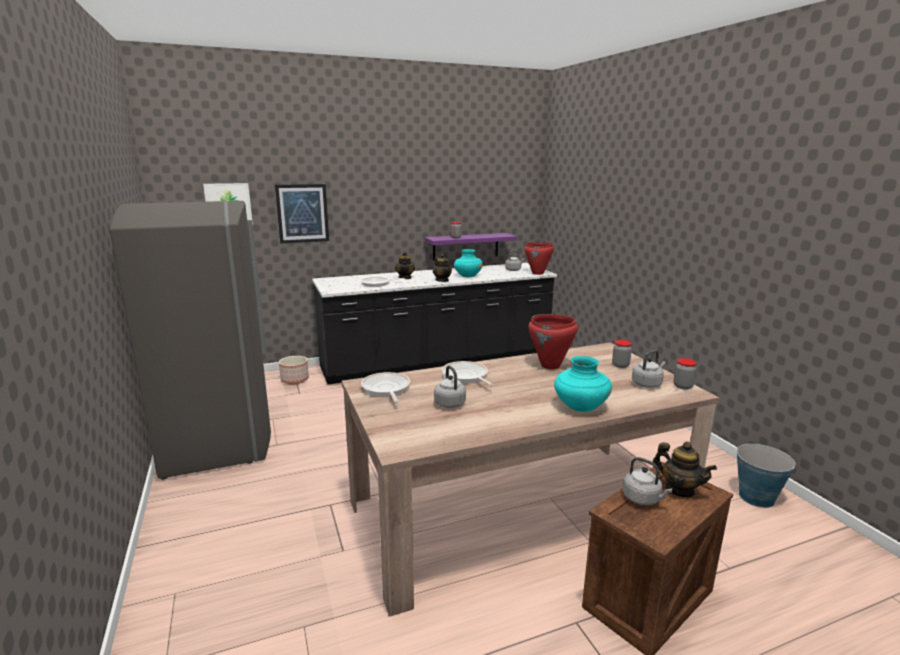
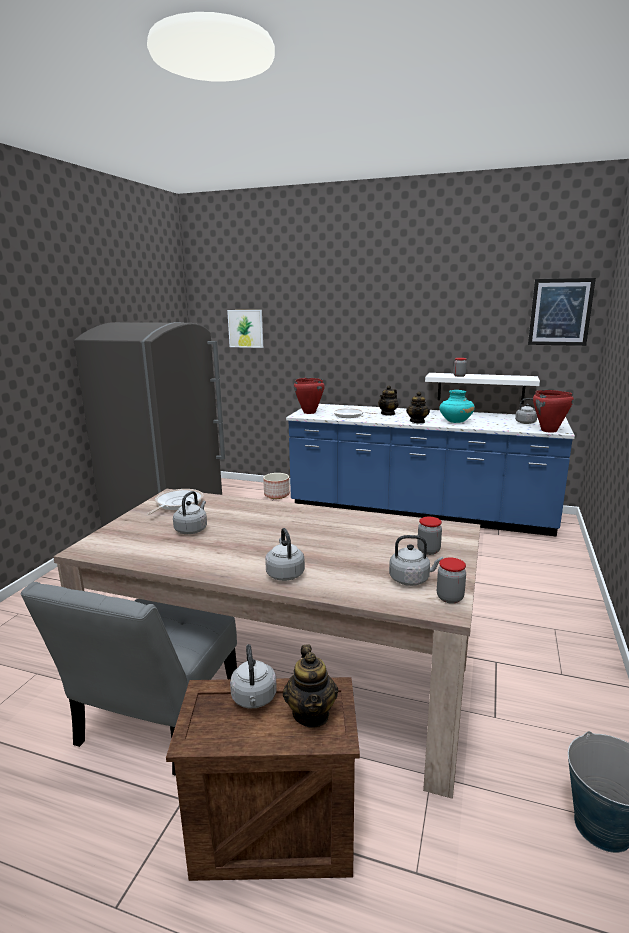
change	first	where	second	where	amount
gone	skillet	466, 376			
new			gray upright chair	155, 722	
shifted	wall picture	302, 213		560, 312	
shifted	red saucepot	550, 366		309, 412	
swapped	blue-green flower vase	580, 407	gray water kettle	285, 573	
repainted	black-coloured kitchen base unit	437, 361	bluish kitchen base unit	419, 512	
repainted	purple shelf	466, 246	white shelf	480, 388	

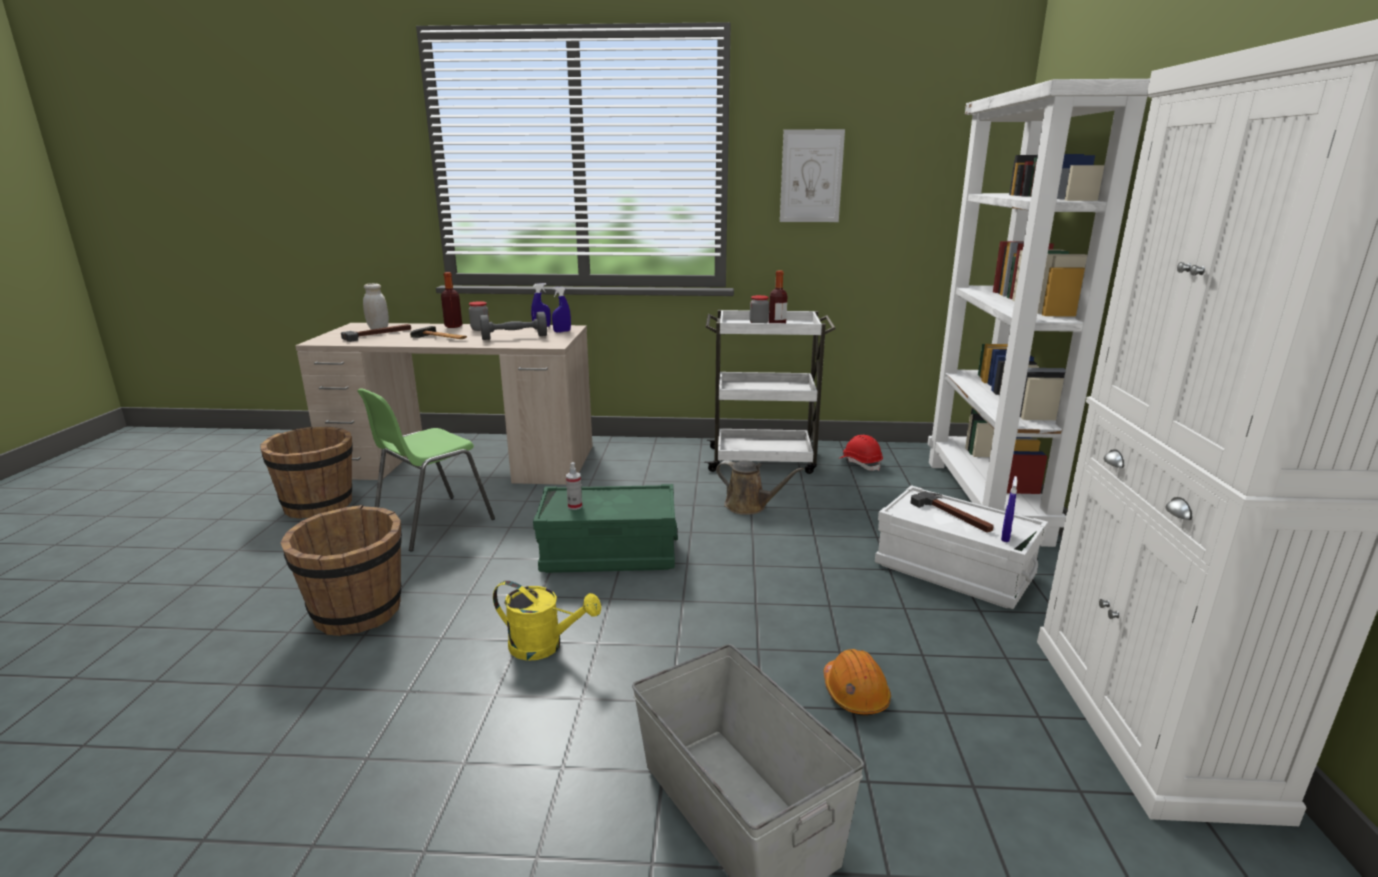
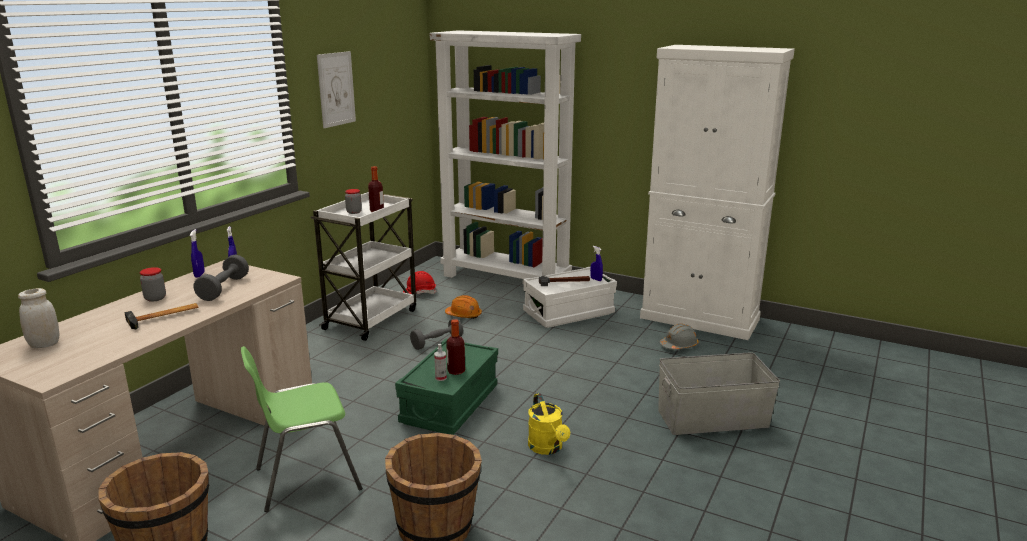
change	first	where	second	where	amount
gone	tool hammer	377, 334			
new			gray hard hat	679, 346	
shifted	bottle	453, 326		456, 371	
shifted	orange hard hat	855, 693		464, 315	
swapped	brownish watering pot	749, 506	gray free weight	437, 342	
rotated	green upright chair	432, 523		306, 478	90 degrees clockwise
rotated	yellow-coloured watering pot	544, 646		548, 448	120 degrees clockwise

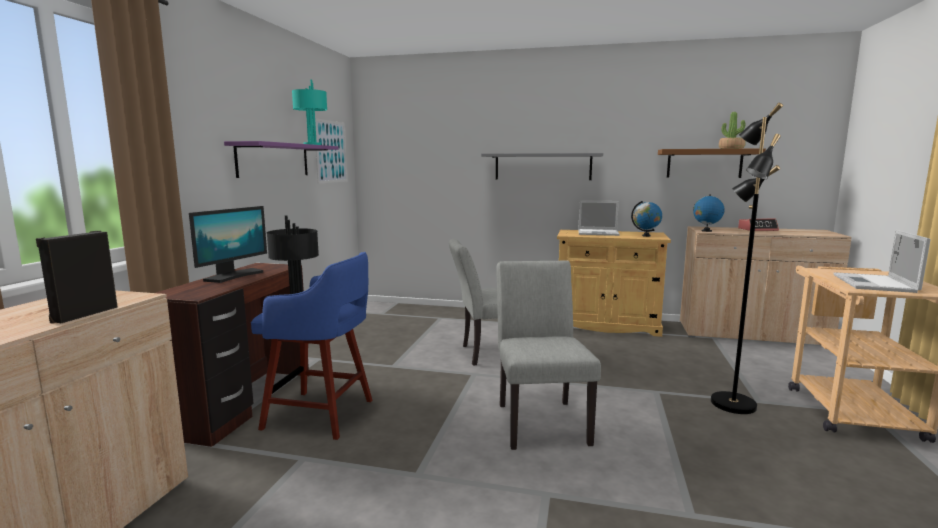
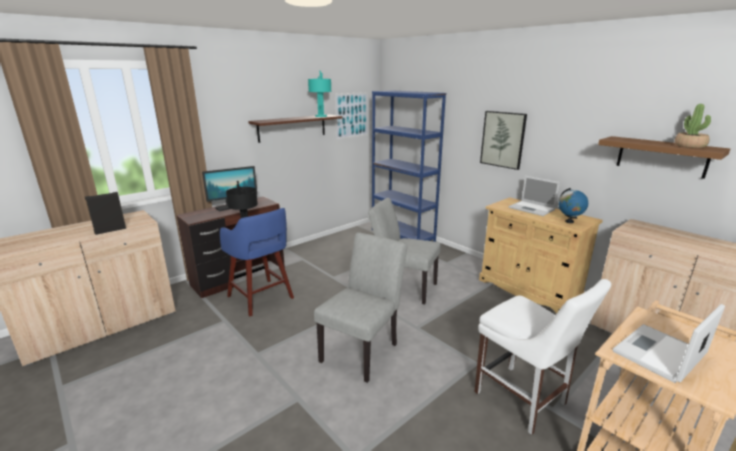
change	first	where	second	where	amount
gone	globe	706, 231			
gone	table clock	757, 229			
new			bluish bookcase	402, 236	
swapped	gray shelf	542, 166	wall picture	503, 139	
swapped	black-coloured standard lamp	731, 404	white upright chair	523, 400	
repainted	purple shelf	274, 160	brownish shelf	292, 128	

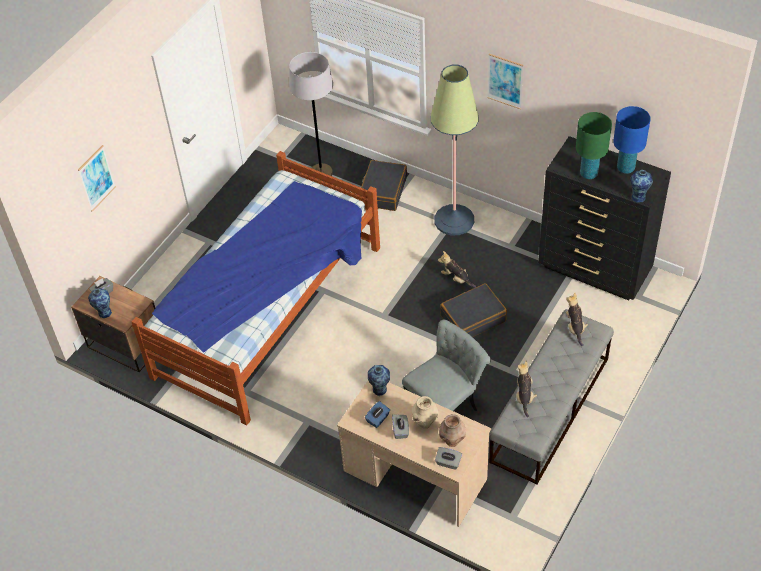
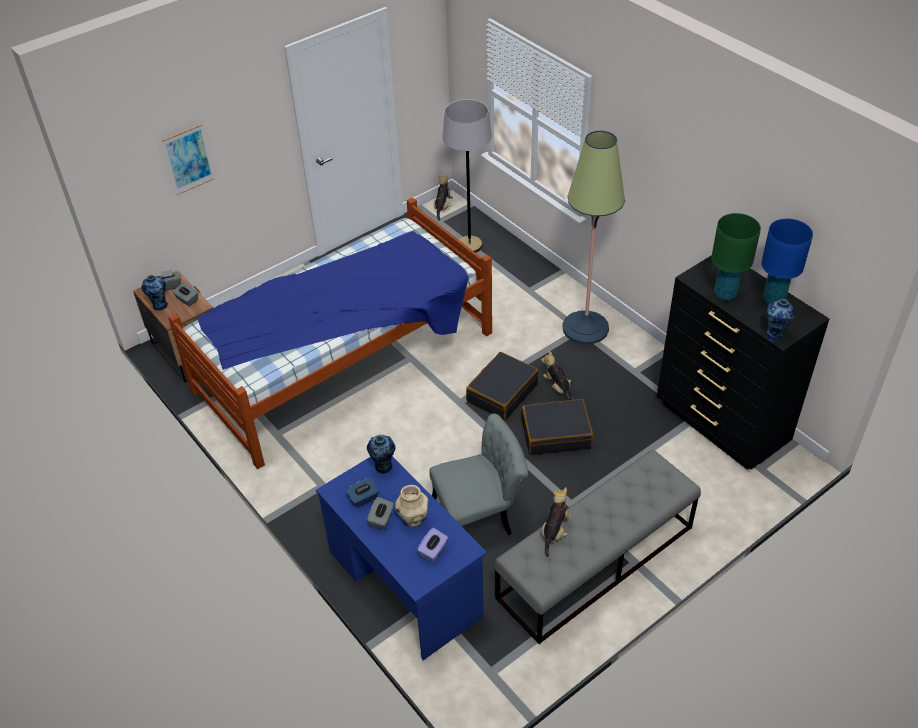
change	first	where	second	where	amount
gone	wall picture	505, 81			
shifted	black-coloured suitcase	383, 191		502, 393	
shifted	gray tissue box	448, 463		187, 300	
shifted	cuddly toy	575, 327		442, 207	
swapped	brownish flower vase	452, 441	purple tissue box	433, 551	
repainted	beige desk unit	415, 475	bluish desk unit	404, 583	

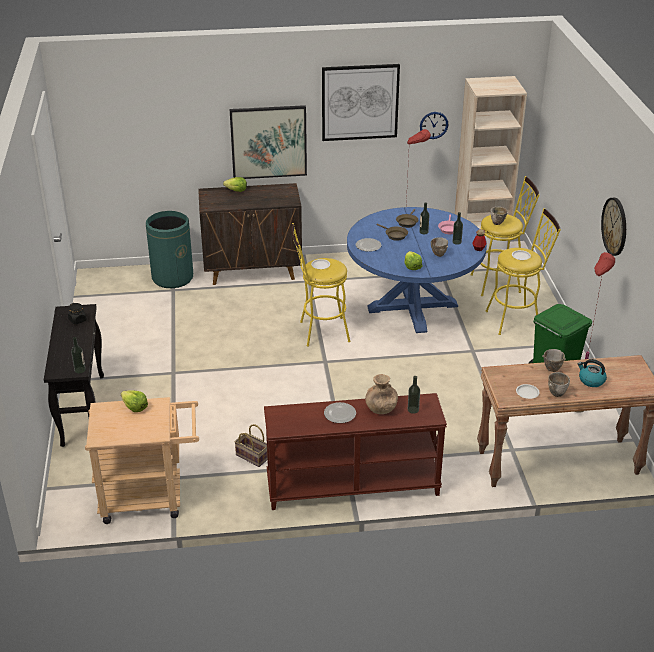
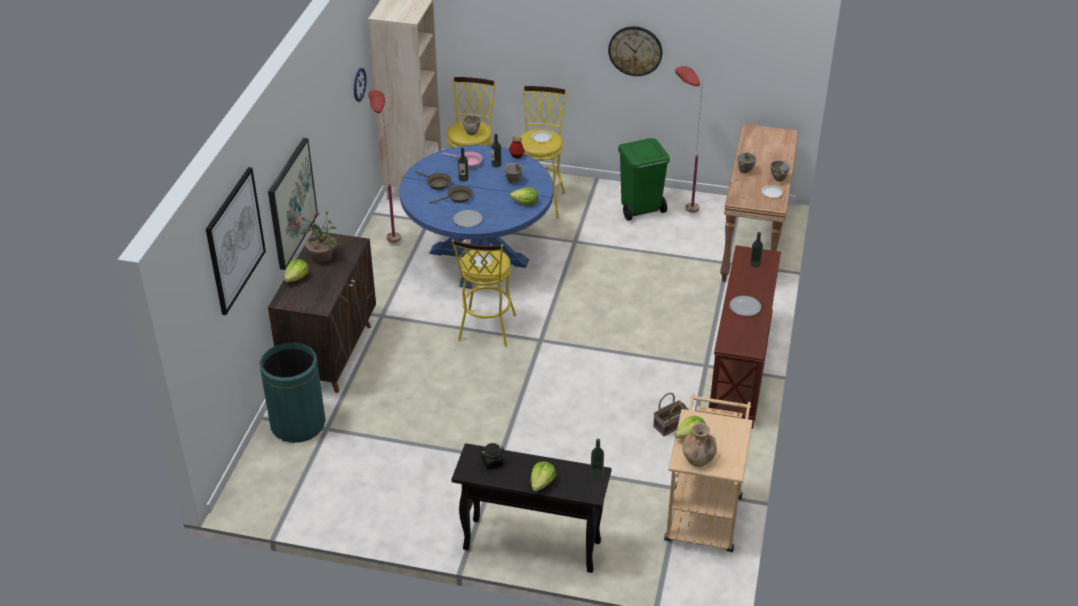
change	first	where	second	where	amount
gone	water kettle	591, 380			
new			plant in a pot	322, 256	
new			lettuce head	542, 483	
shifted	wall picture	360, 102		235, 240	
shifted	brownish flower vase	381, 409		698, 459	

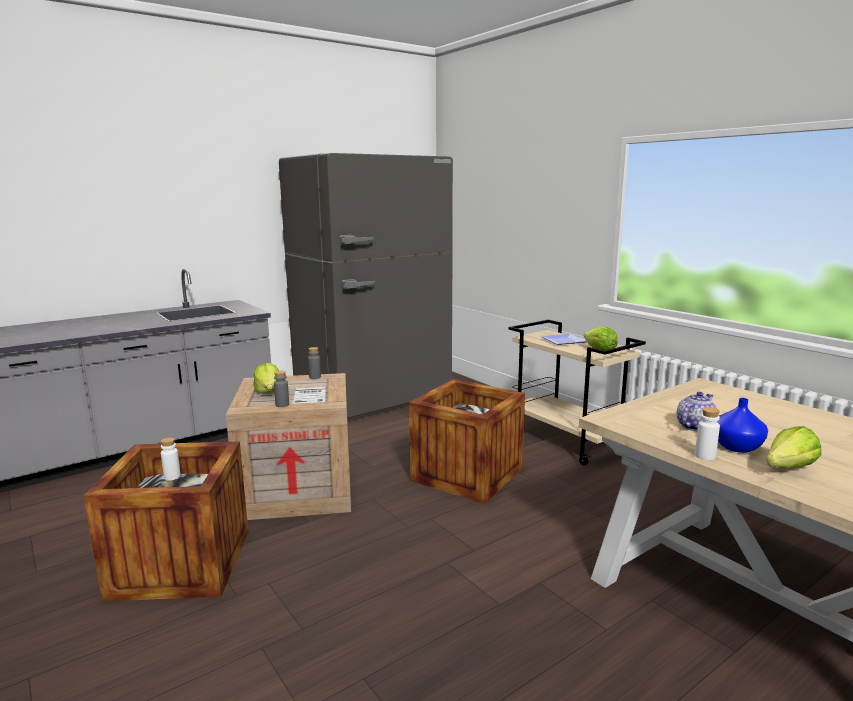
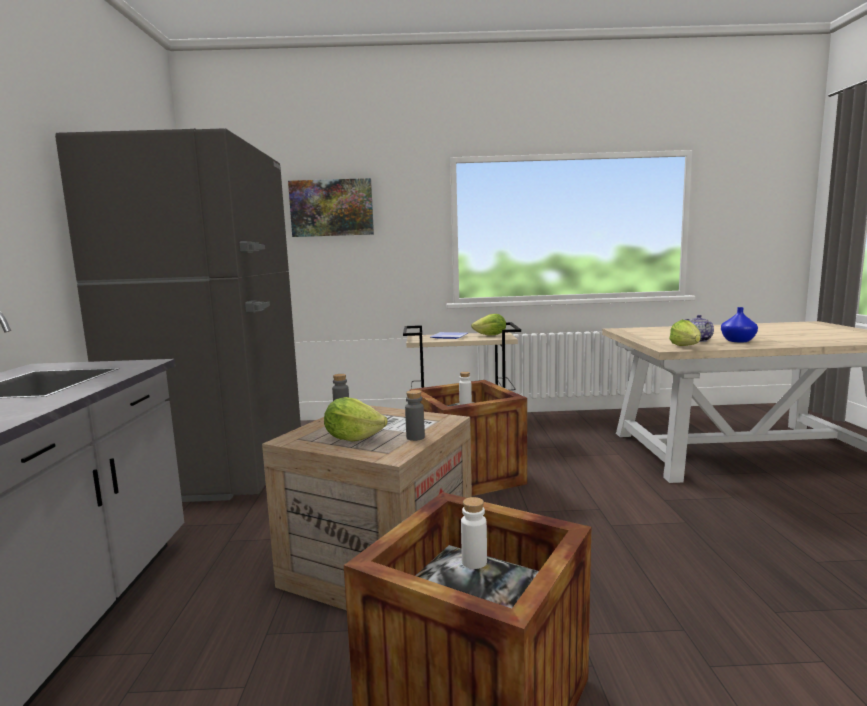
change	first	where	second	where	amount
new			wall picture	331, 208	
shifted	white bottle	705, 456		465, 403	
shifted	lettuce head	783, 470		687, 348	

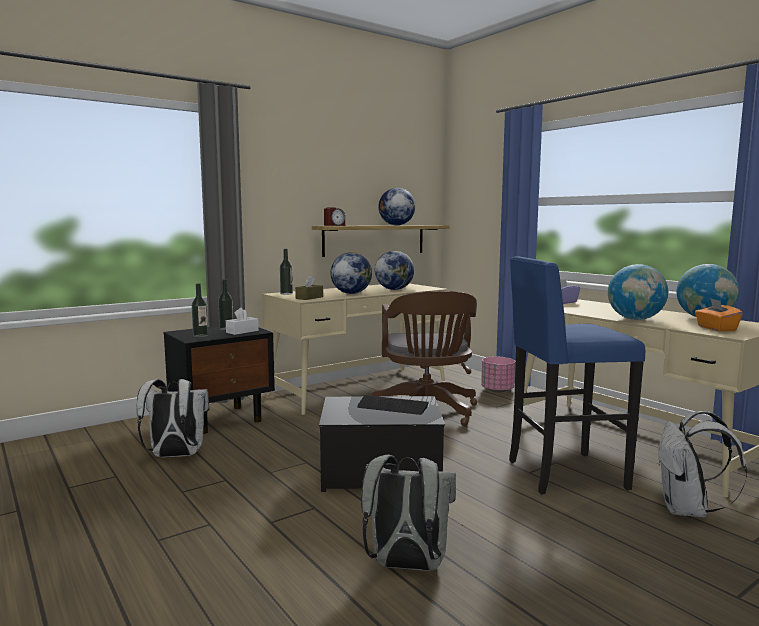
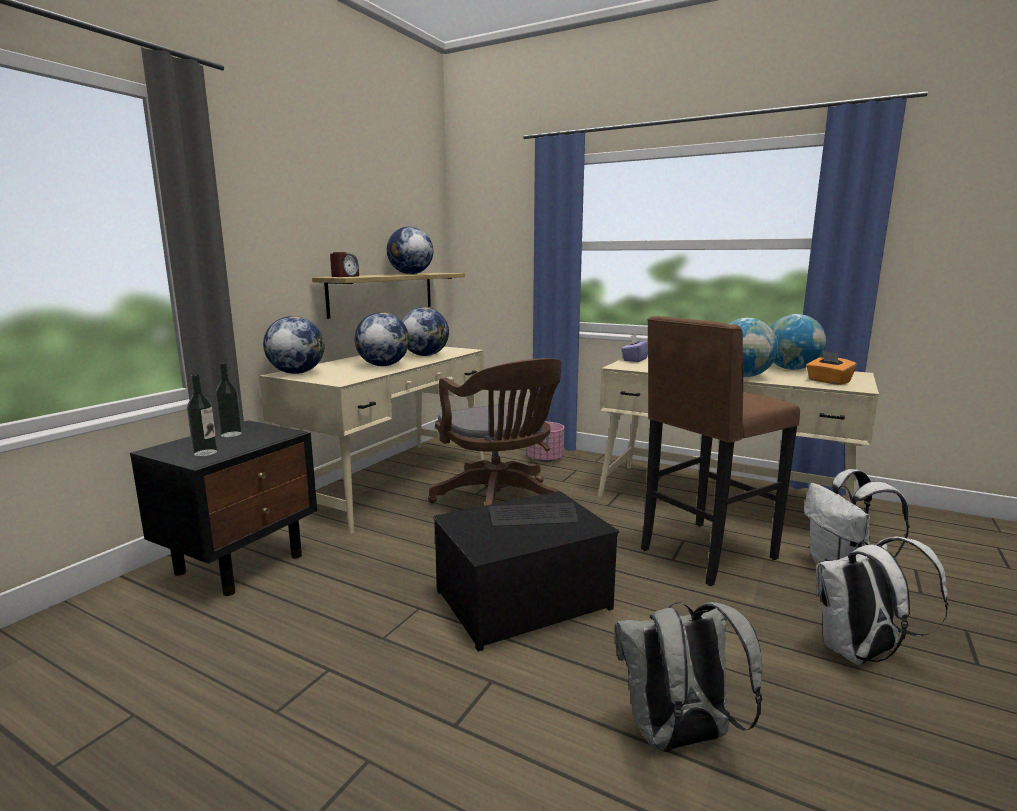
change	first	where	second	where	amount
gone	white tissue box	242, 331			
gone	brownish tissue box	309, 298			
shifted	white rucksack	175, 456		860, 654	
swapped	bottle	286, 293	globe	296, 373	
repainted	bluish stool	563, 474	brownish stool	704, 554	

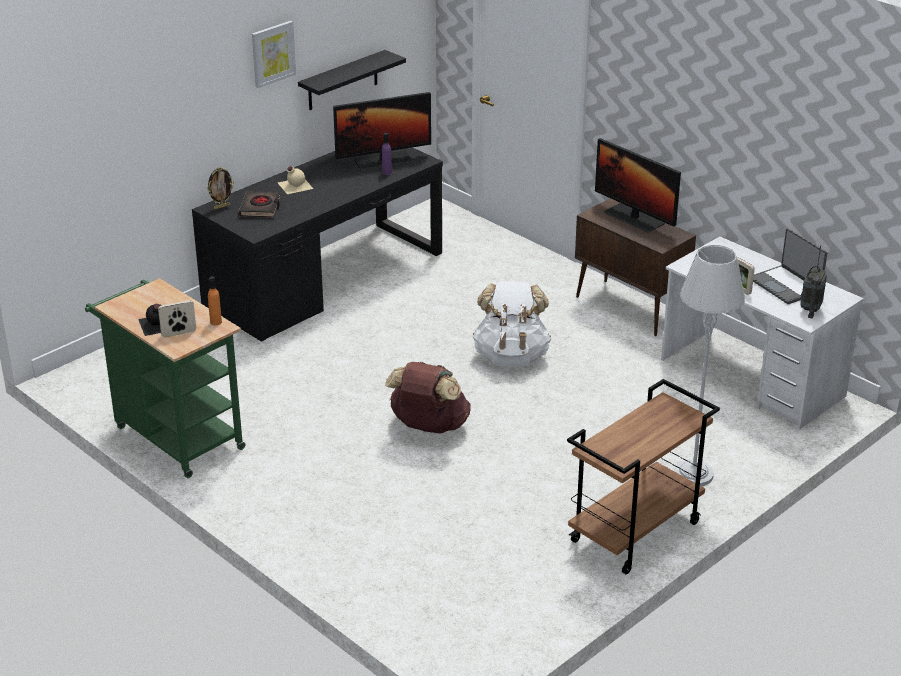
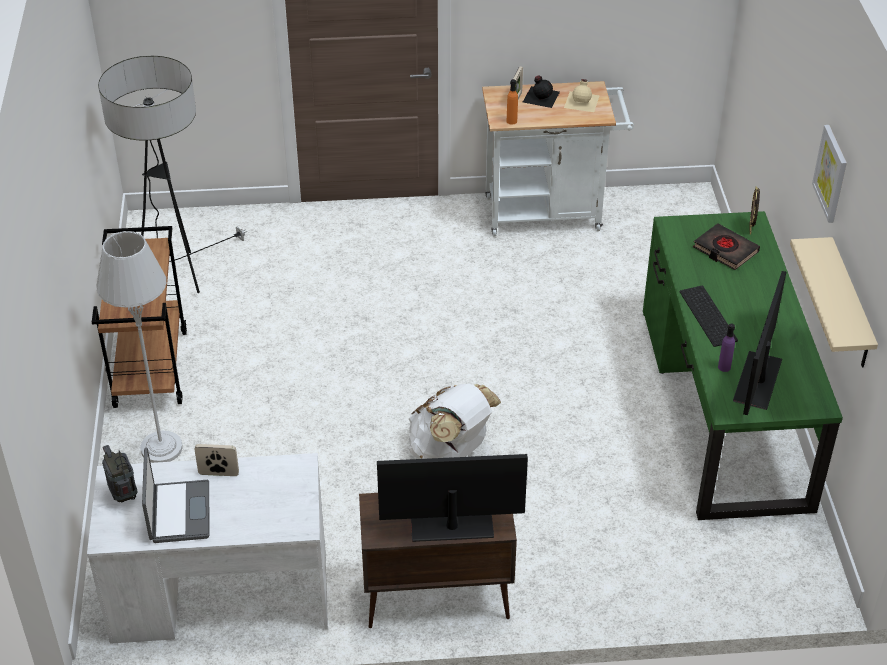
change	first	where	second	where	amount
gone	brownish rucksack	428, 427			
new			standard lamp	179, 277	
new			computer keyboard	710, 316	
shifted	beige bottle	294, 185		582, 101	
repainted	green trolley	174, 435	white trolley	550, 212	
repainted	black-coloured desk unit	325, 279	green desk unit	724, 406	
repainted	black-coloured shelf	342, 81	beige shelf	850, 306	
rotated	notebook computer	786, 285		178, 512	75 degrees clockwise

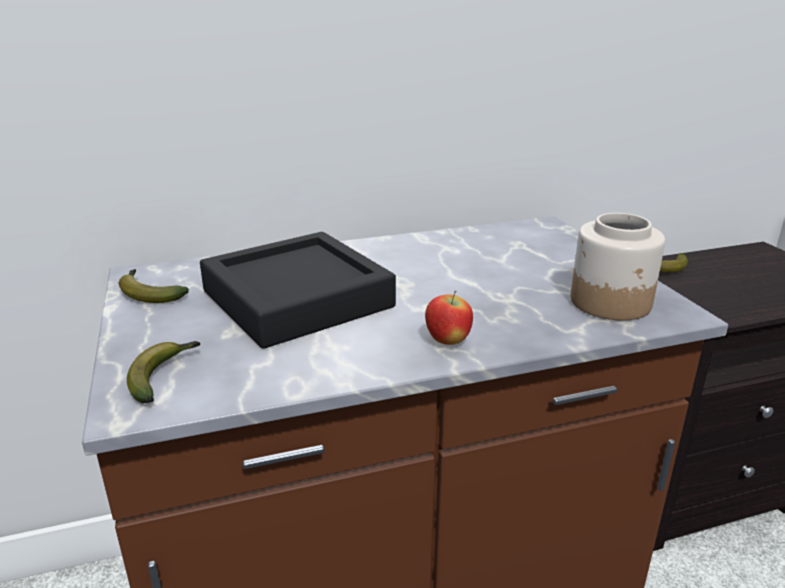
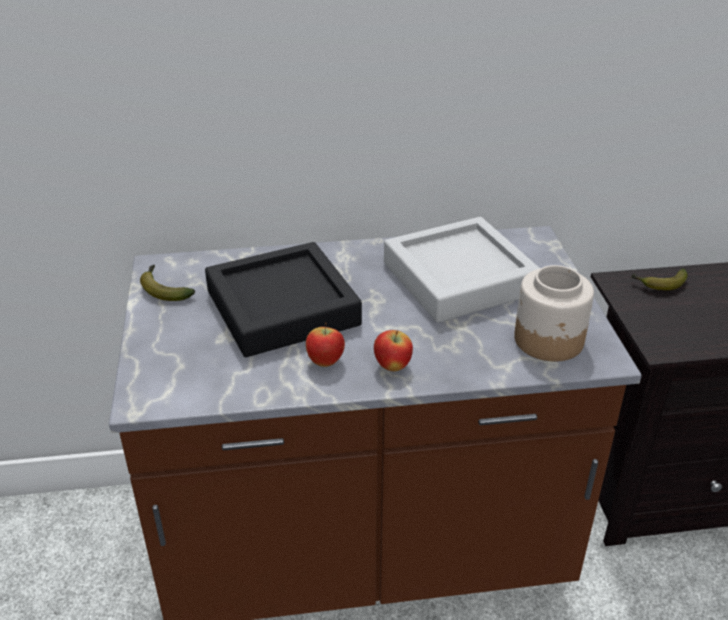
change	first	where	second	where	amount
gone	banana	164, 376			
new			whole apple	325, 362	
new			gray carrying tray	459, 278	

